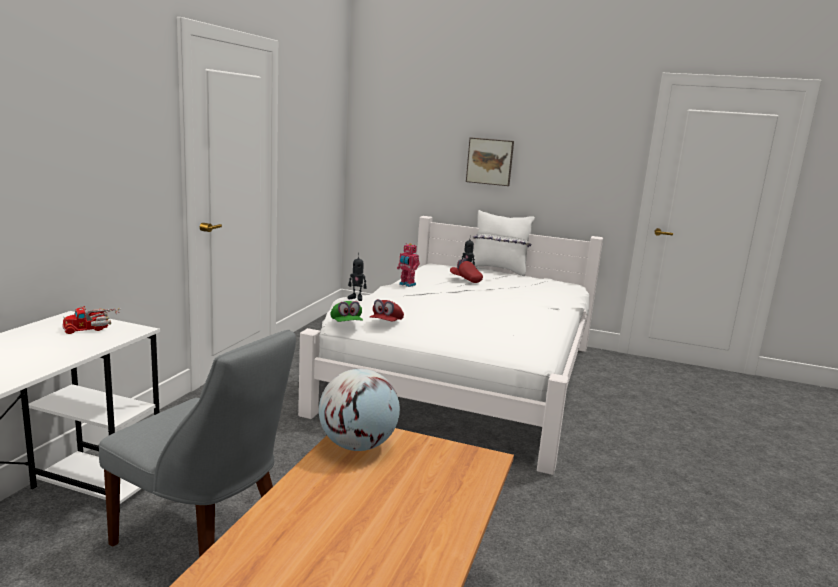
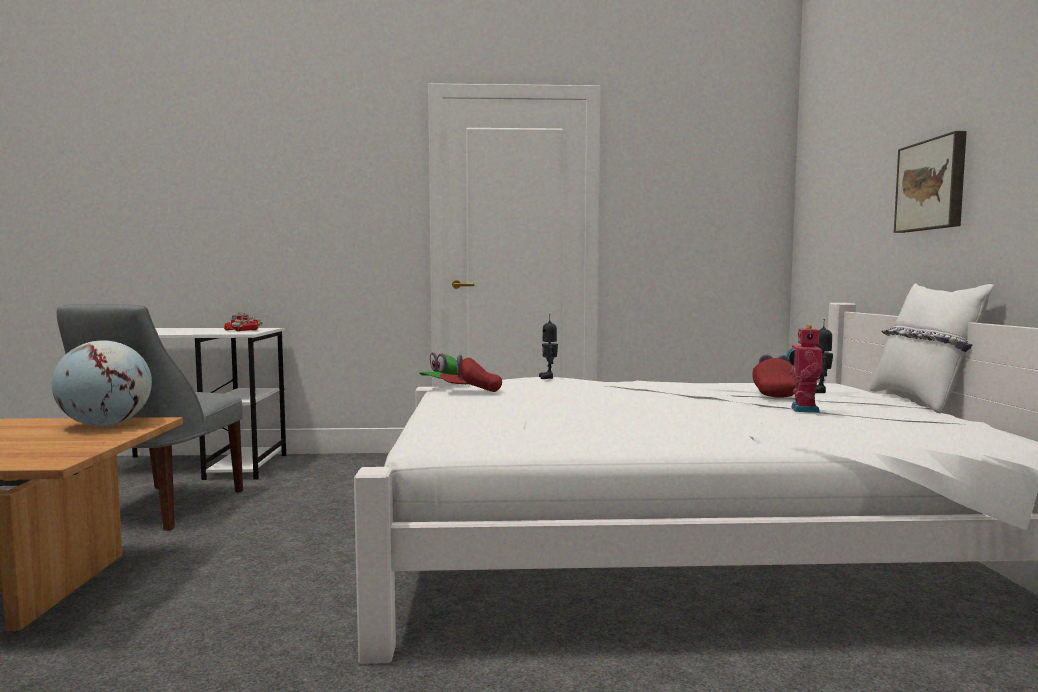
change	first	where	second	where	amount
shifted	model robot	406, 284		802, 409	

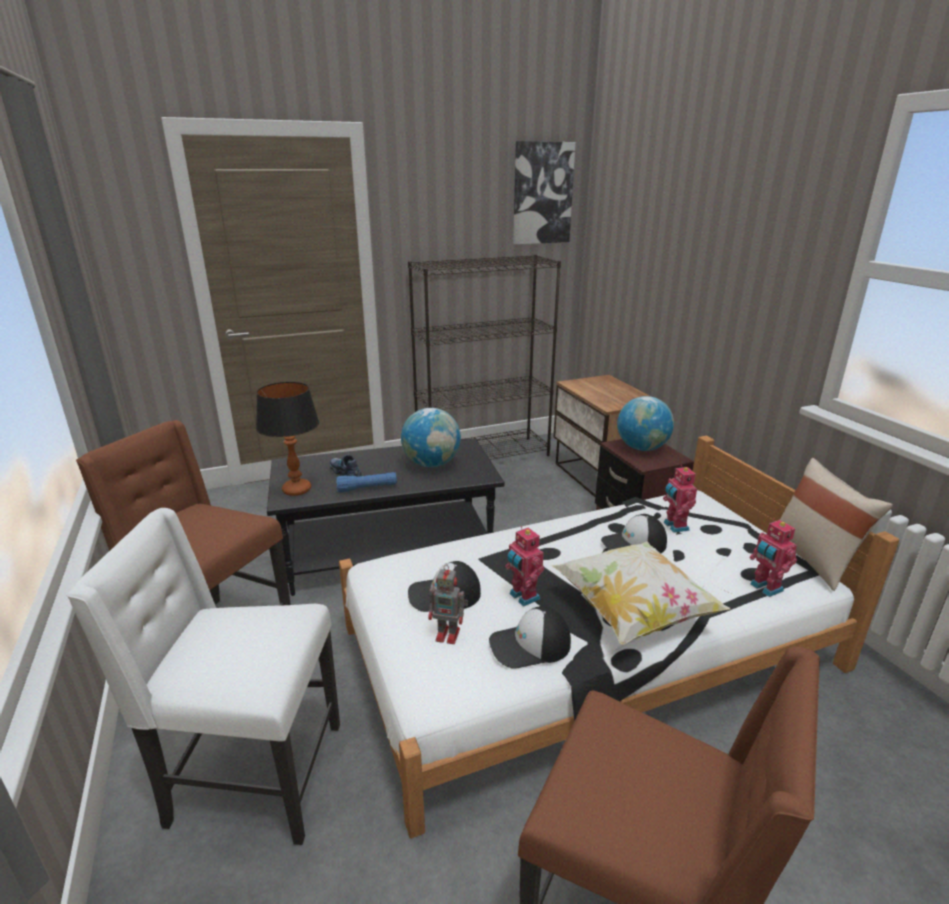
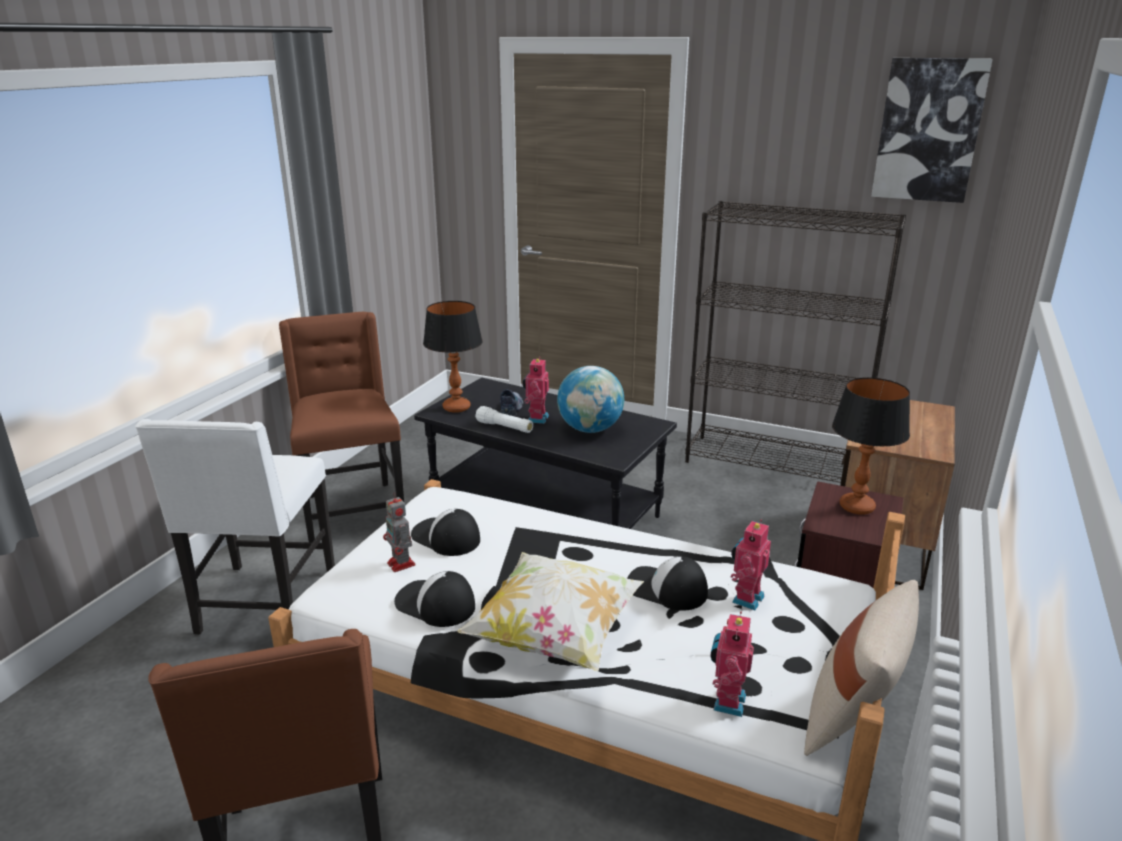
change	first	where	second	where	amount
shifted	model robot	523, 597		536, 418	
swapped	globe	642, 448	lamp for a table	857, 507	
repainted	bluish torch	367, 488	white torch	504, 427	
rotated	white upright chair	253, 776		264, 603	135 degrees counterclockwise

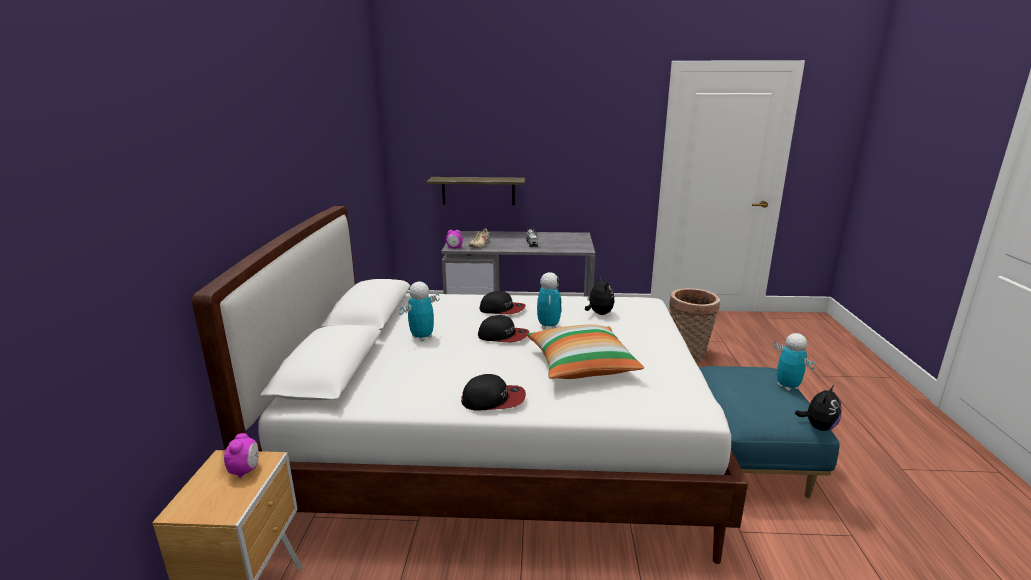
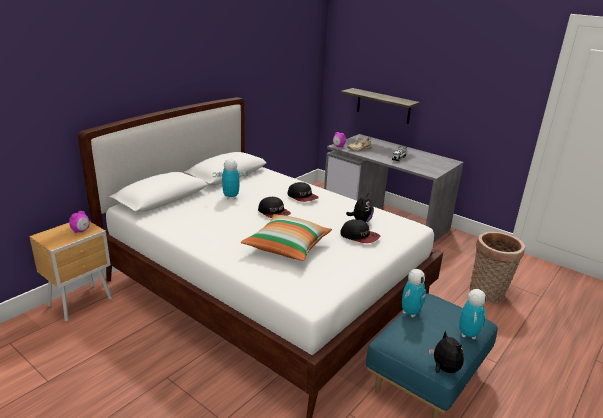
change	first	where	second	where	amount
shifted	cap	494, 400		359, 236	
shifted	model robot	548, 326		410, 312	
rotated	cuddly toy	818, 427		444, 369	105 degrees counterclockwise

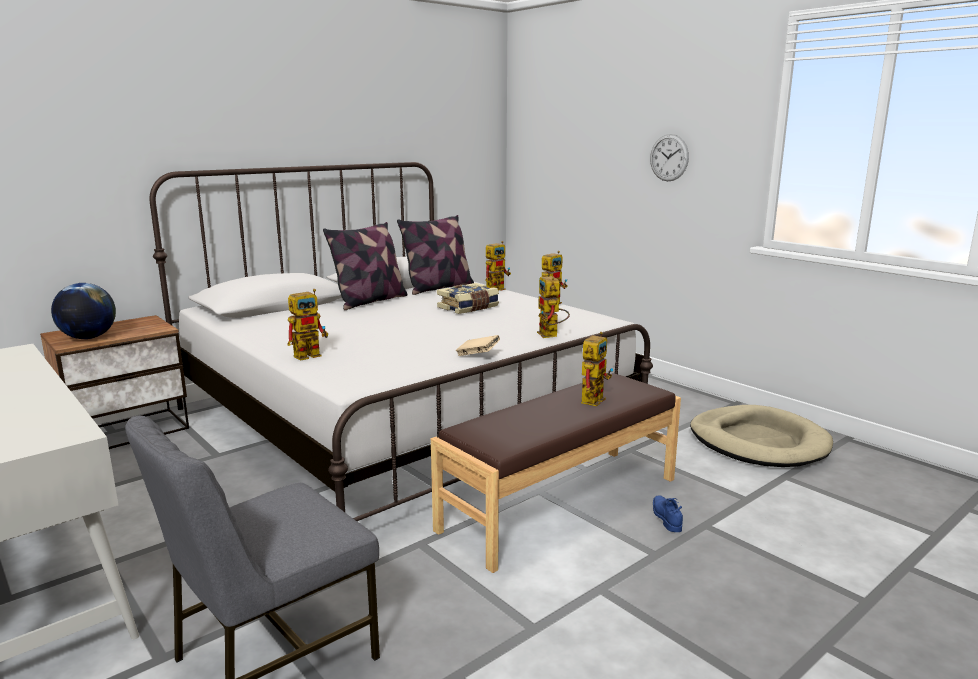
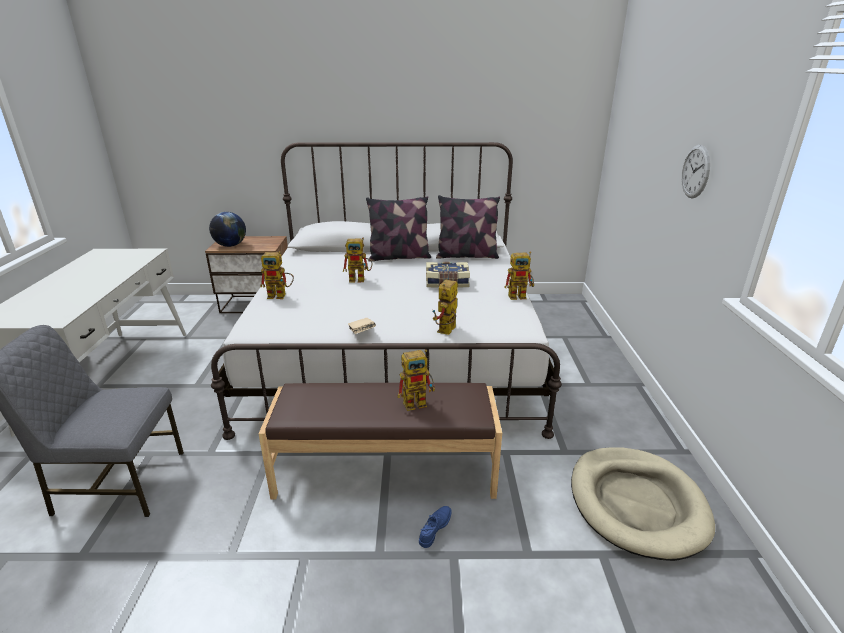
change	first	where	second	where	amount
shifted	model robot	497, 288		360, 279	

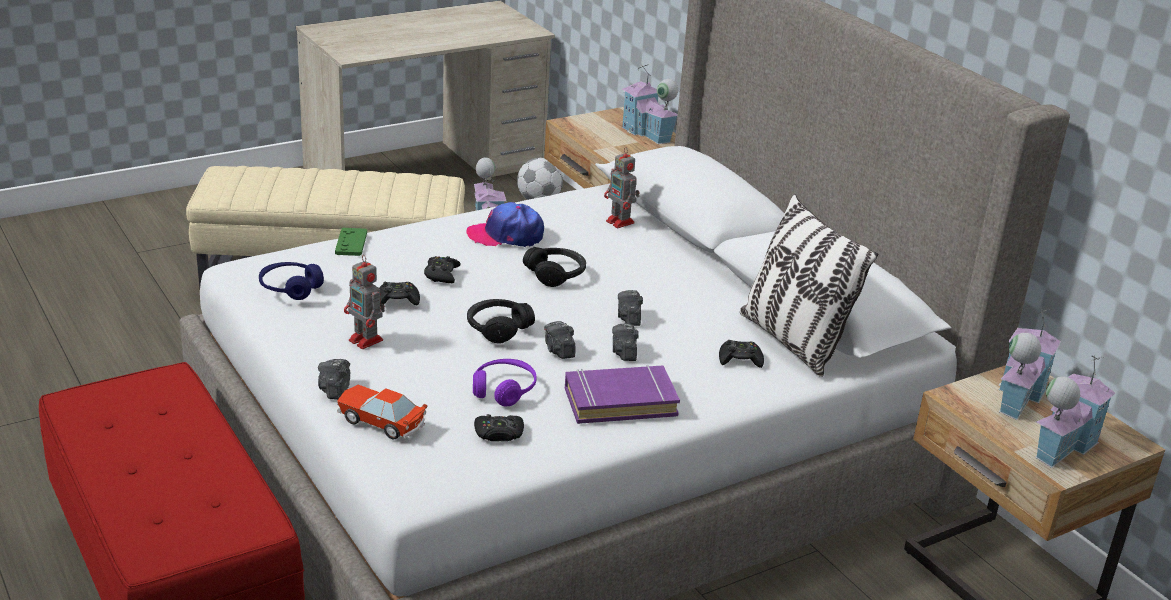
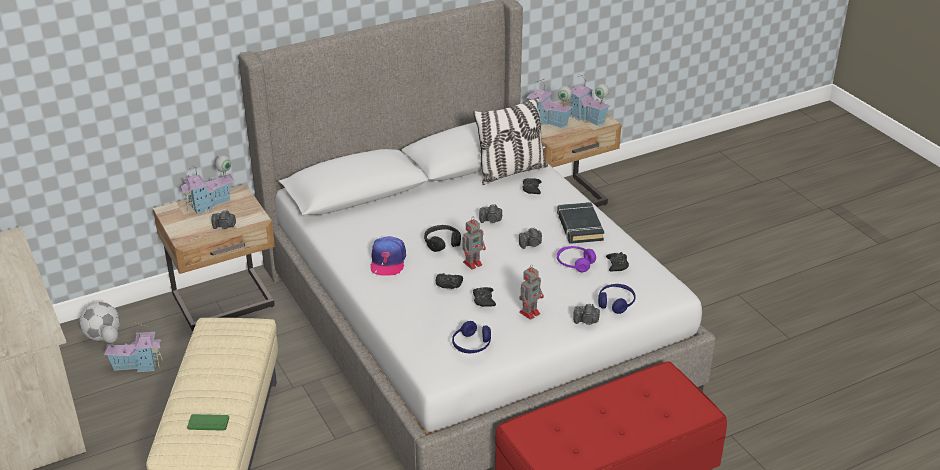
change	first	where	second	where	amount
gone	black-coloured pair of headphones	498, 328			
shifted	green gamepad	351, 243		208, 423	
shifted	model robot	621, 222		473, 263	
shifted	photo camera	624, 352		224, 226	
swapped	model car	380, 421	bluish pair of headphones	616, 303	
repainted	purple volume	620, 401	black-coloured volume	579, 227	

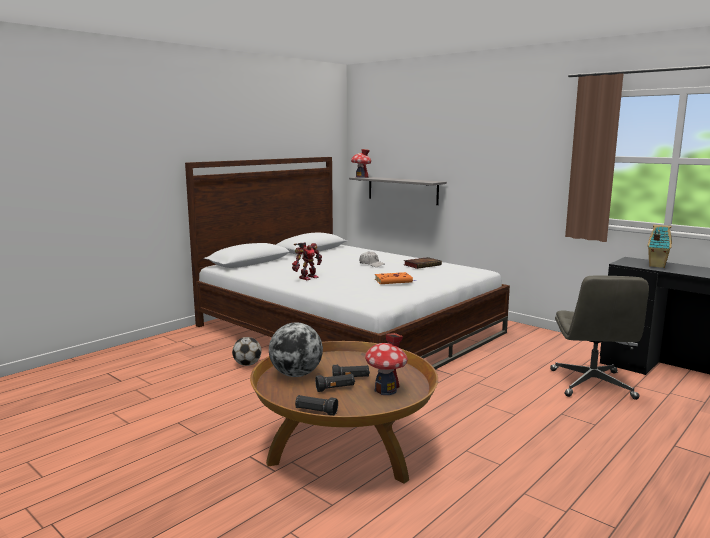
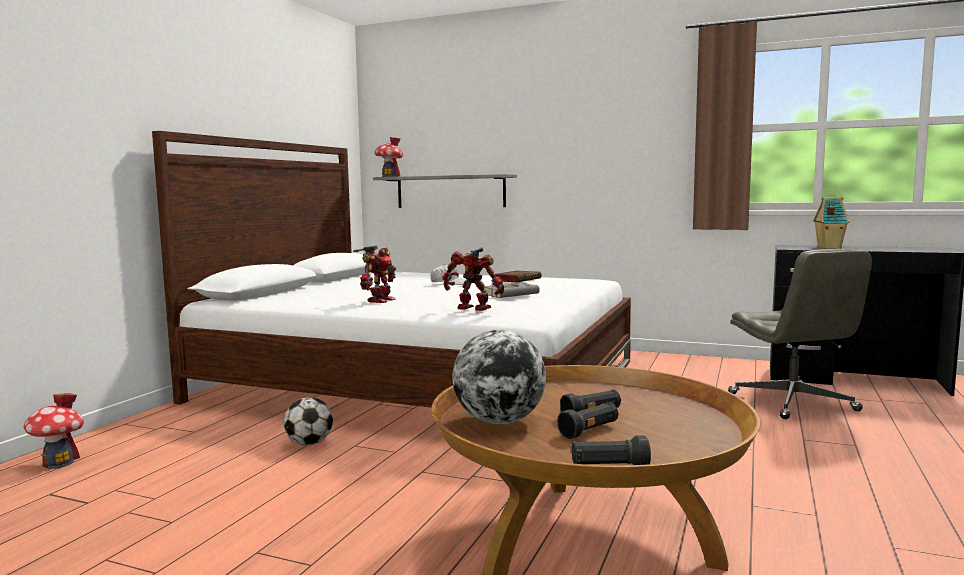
change	first	where	second	where	amount
new			model robot	473, 308	
shifted	toy house	385, 390		58, 463	
repainted	orange volume	394, 281	gray volume	512, 294	

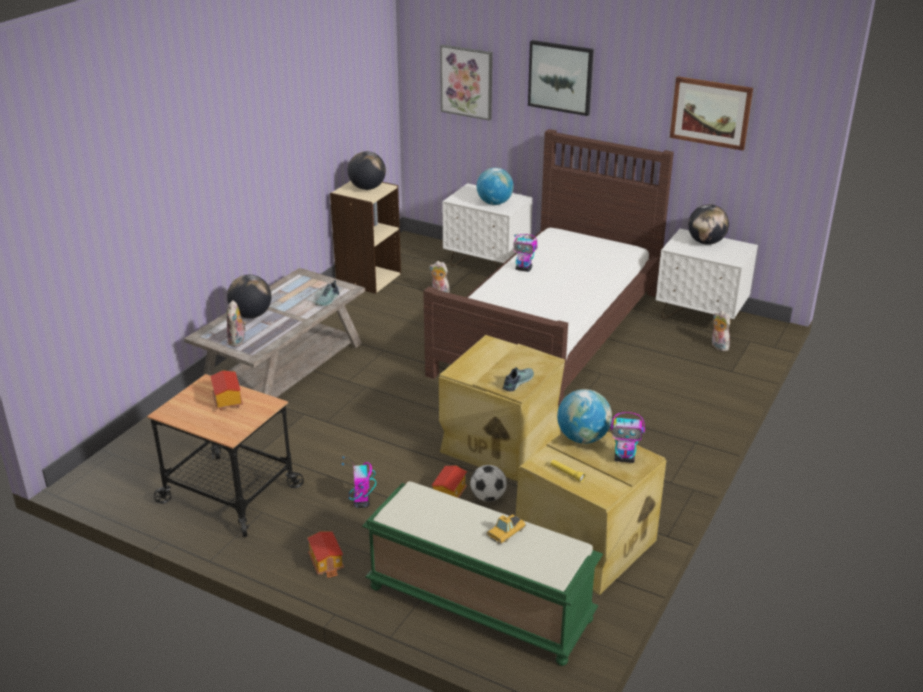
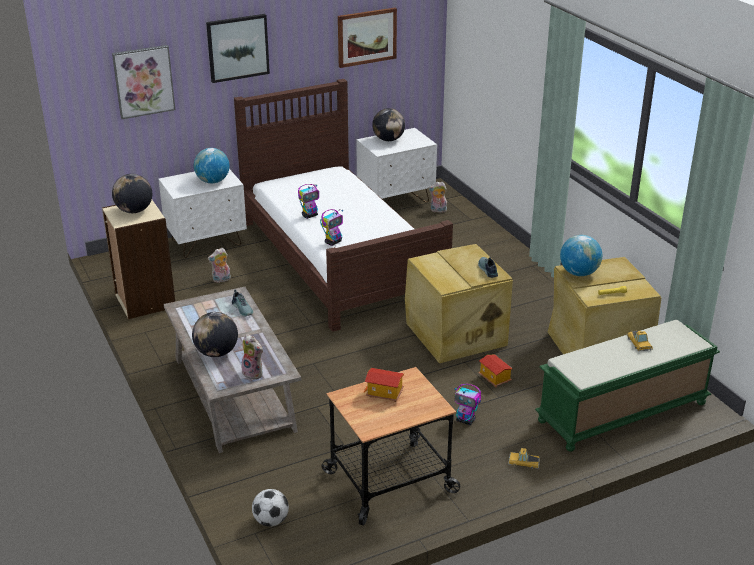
change	first	where	second	where	amount
shifted	football	488, 497		271, 521	
shifted	model robot	625, 458		333, 242	
swapped	toy house	327, 563	model car	523, 462	

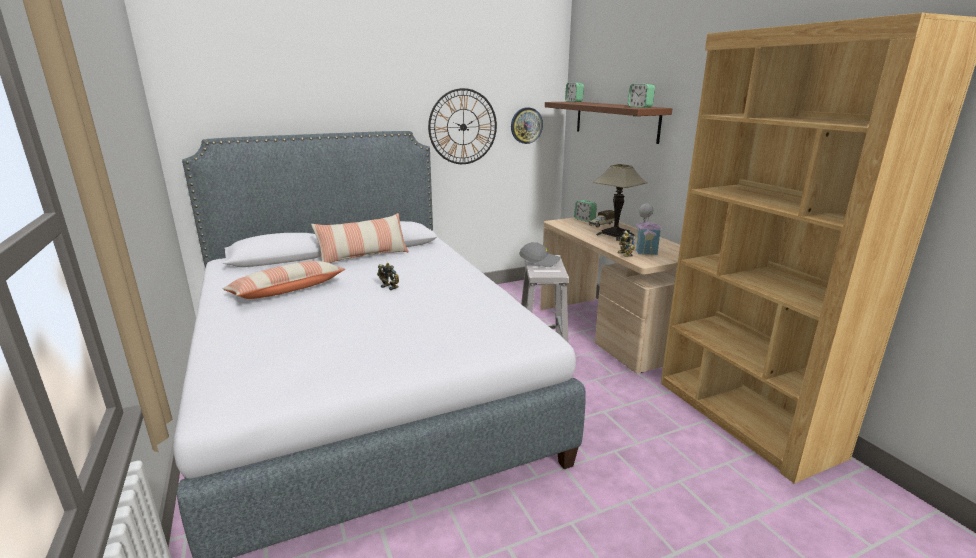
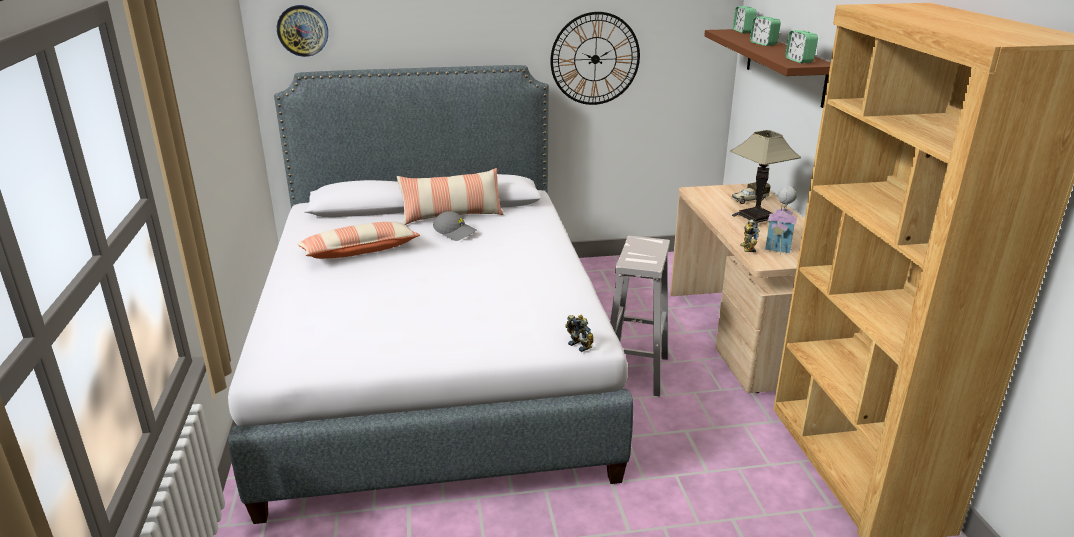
change	first	where	second	where	amount
shifted	model robot	390, 286		581, 345	
shifted	hanging clock	526, 125		302, 30	
shifted	gray cap	540, 261		455, 232	
shifted	table clock	584, 219		763, 44	

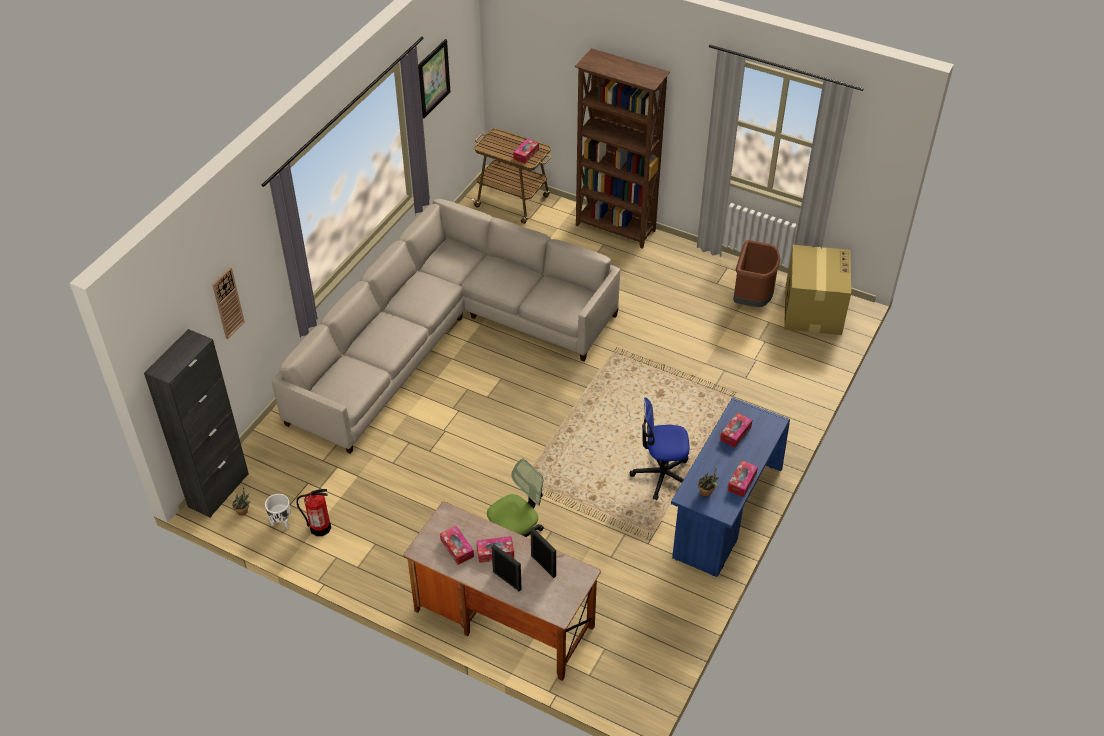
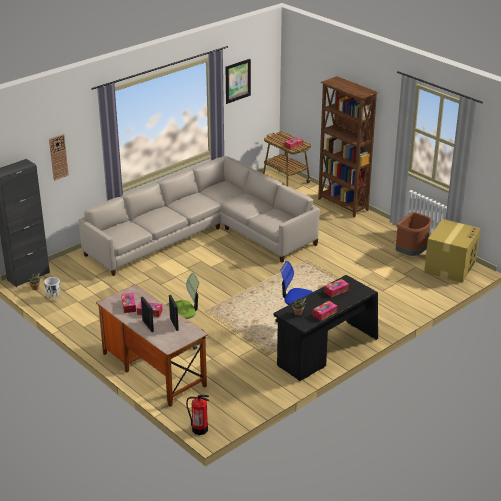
change	first	where	second	where	amount
shifted	fire extinguisher	320, 527		200, 429	
repainted	bluish desk unit	725, 512	black-coloured desk unit	326, 352	

